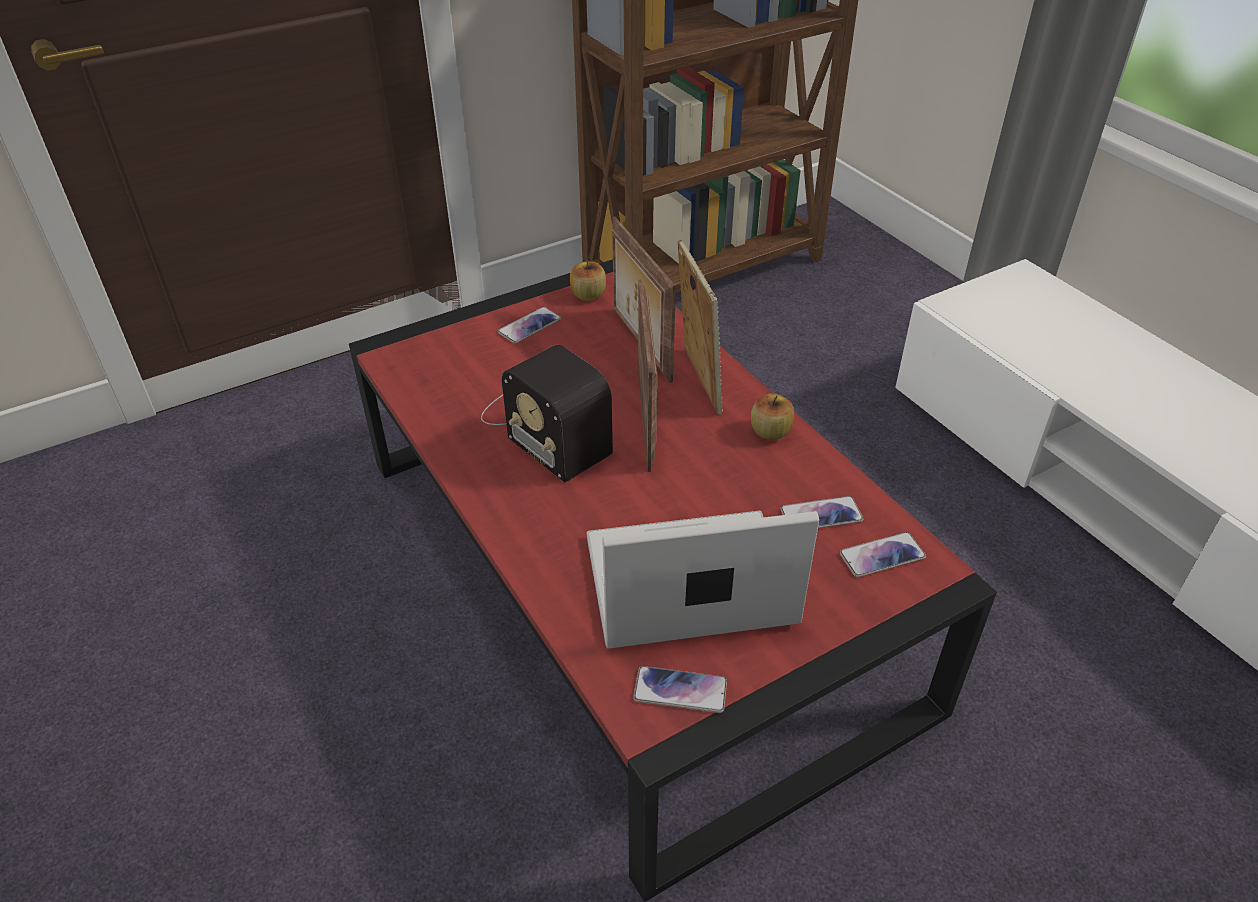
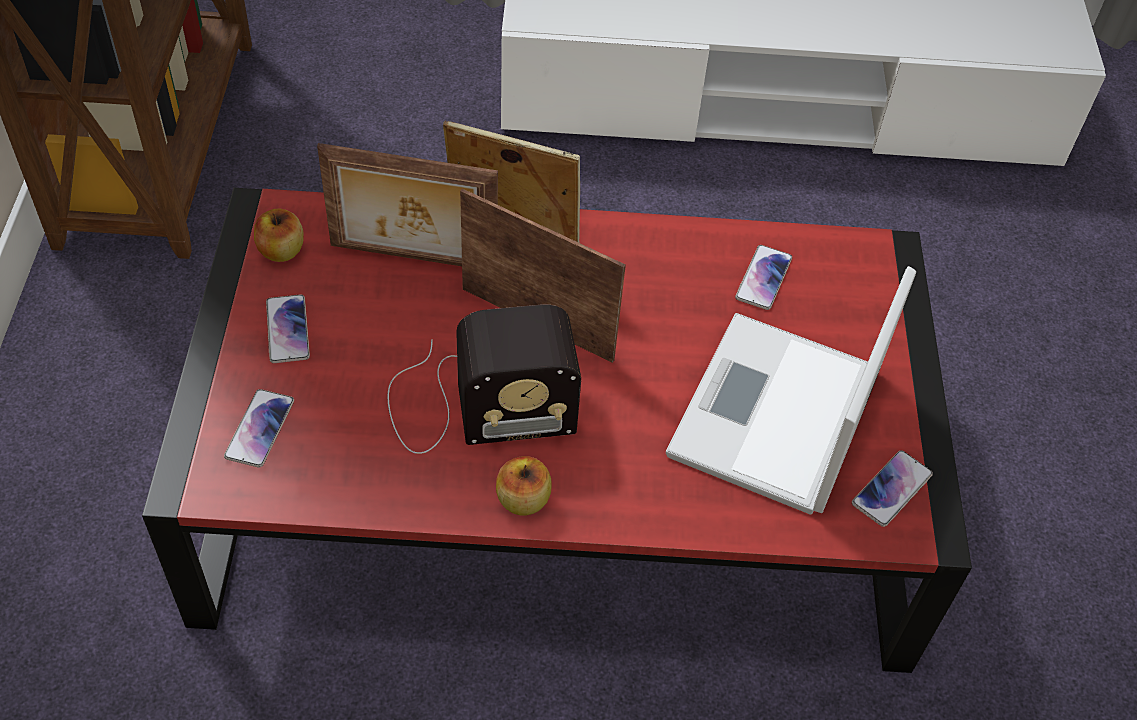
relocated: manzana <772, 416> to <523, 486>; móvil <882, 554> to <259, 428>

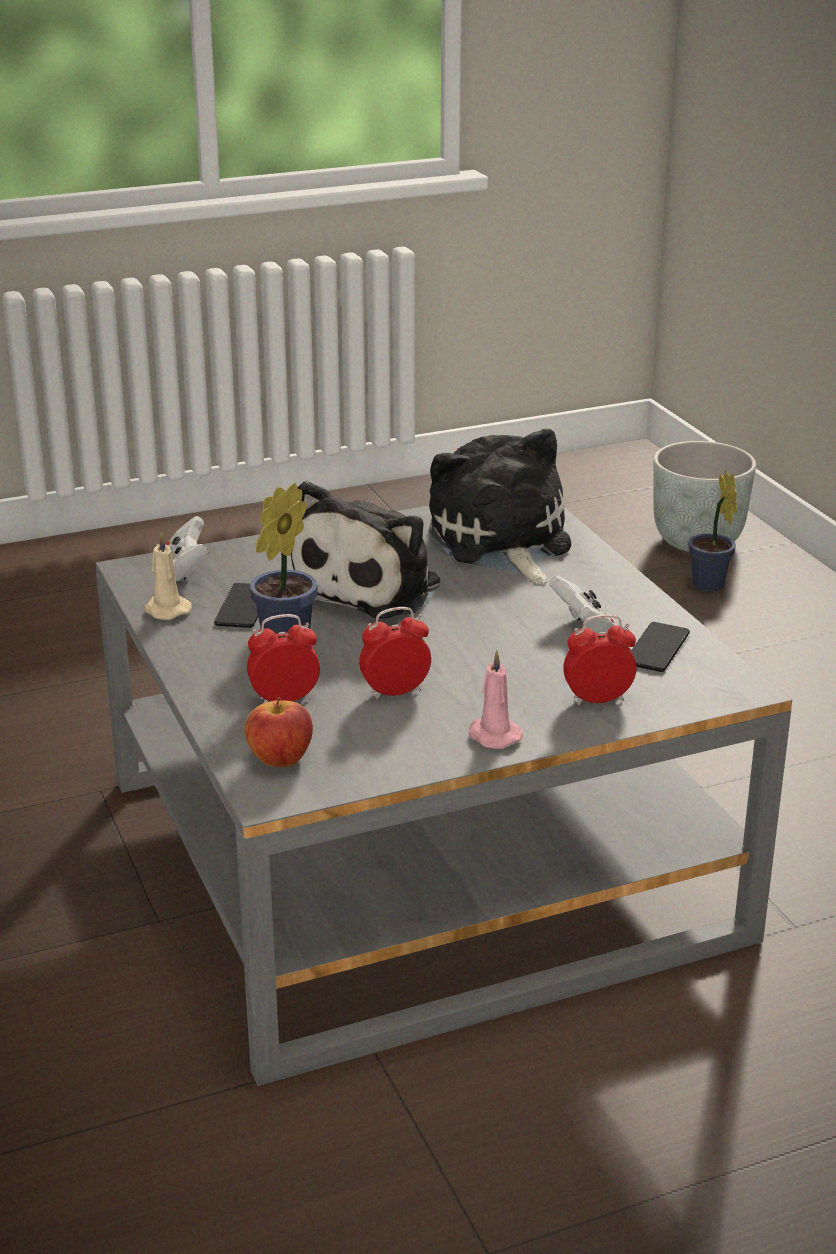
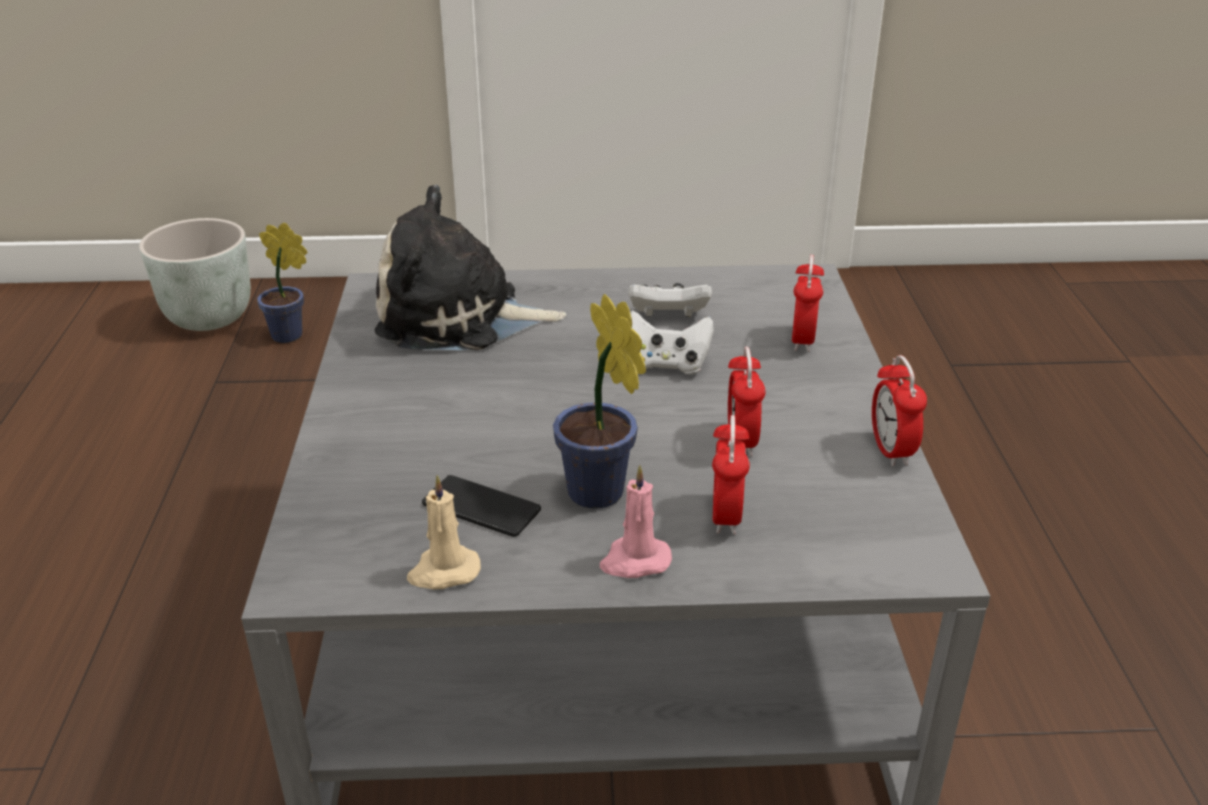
missing: manzana <278, 732>; peluche <365, 550>; móvil <660, 647>
appeared: despertador <899, 410>
relocated: mando de consola/blanco <187, 548> to <672, 343>; vela/rosa <495, 699> to <636, 521>

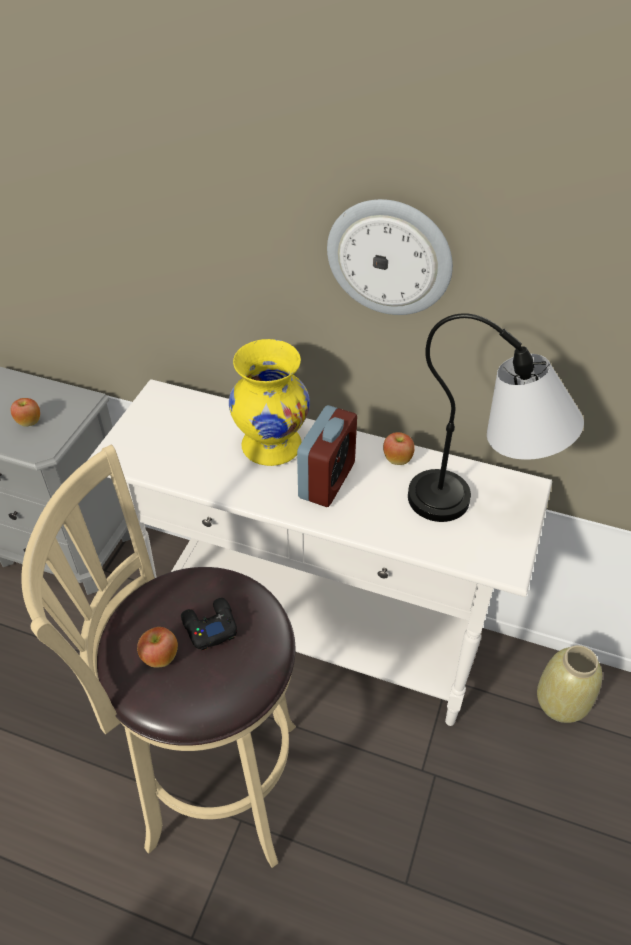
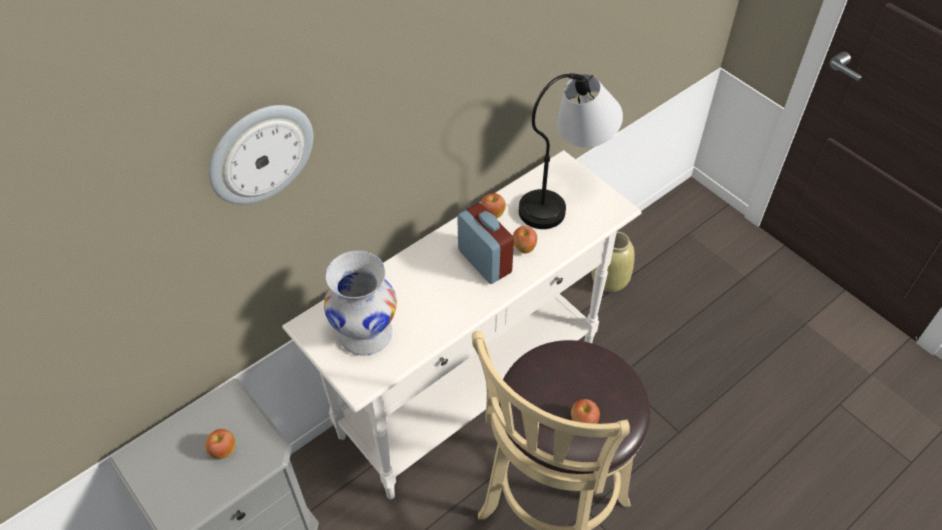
missing: mando de consola/negro <209, 624>; florero/amarillo <269, 402>
appeared: florero/blanco <360, 303>; manzana <525, 240>
relocated: reloj de pared <390, 257> to <261, 155>

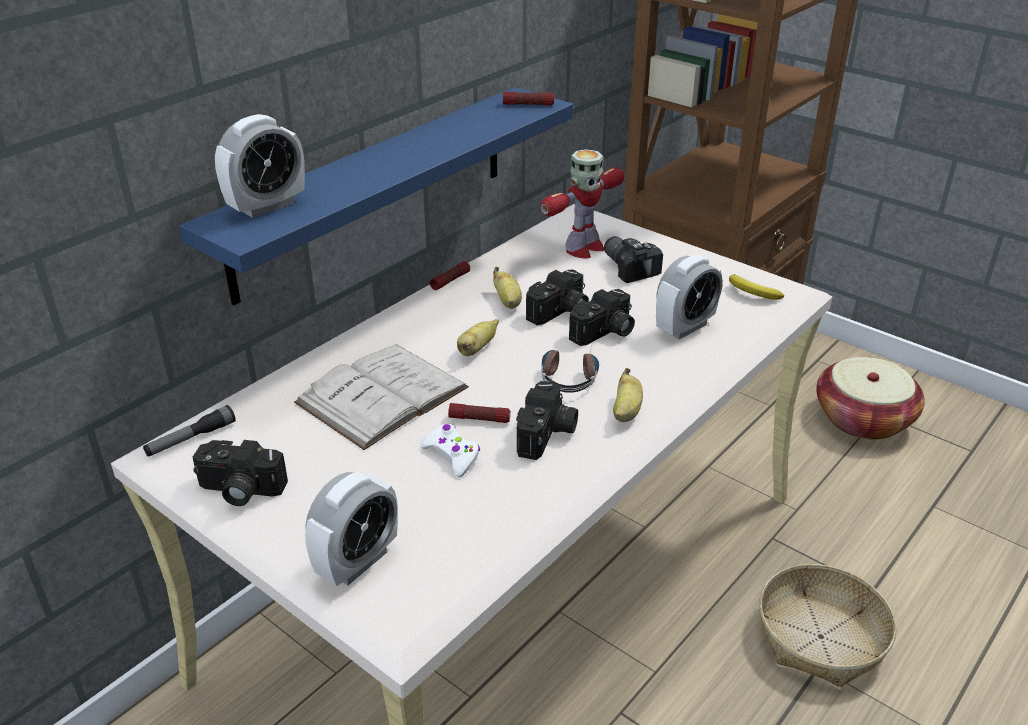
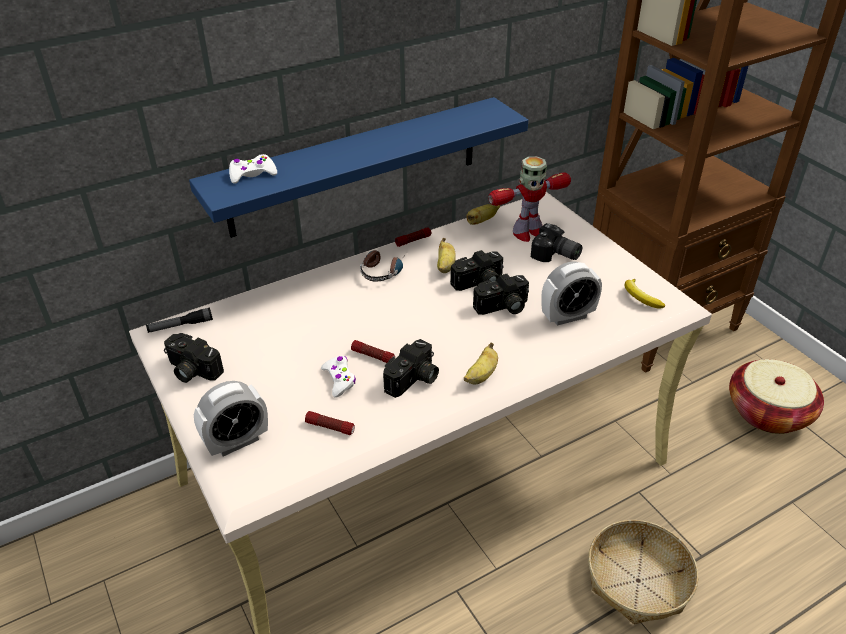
missing: libro/blanco <381, 397>
relocated: plátano <478, 337> to <483, 214>; linterna <528, 98> to <330, 423>; auriculares <570, 368> to <384, 266>
exchanged: despertador <260, 166> to mando de consola/blanco <253, 169>
spun: cámara <633, 259> = <556, 242> 135 degrees clockwise

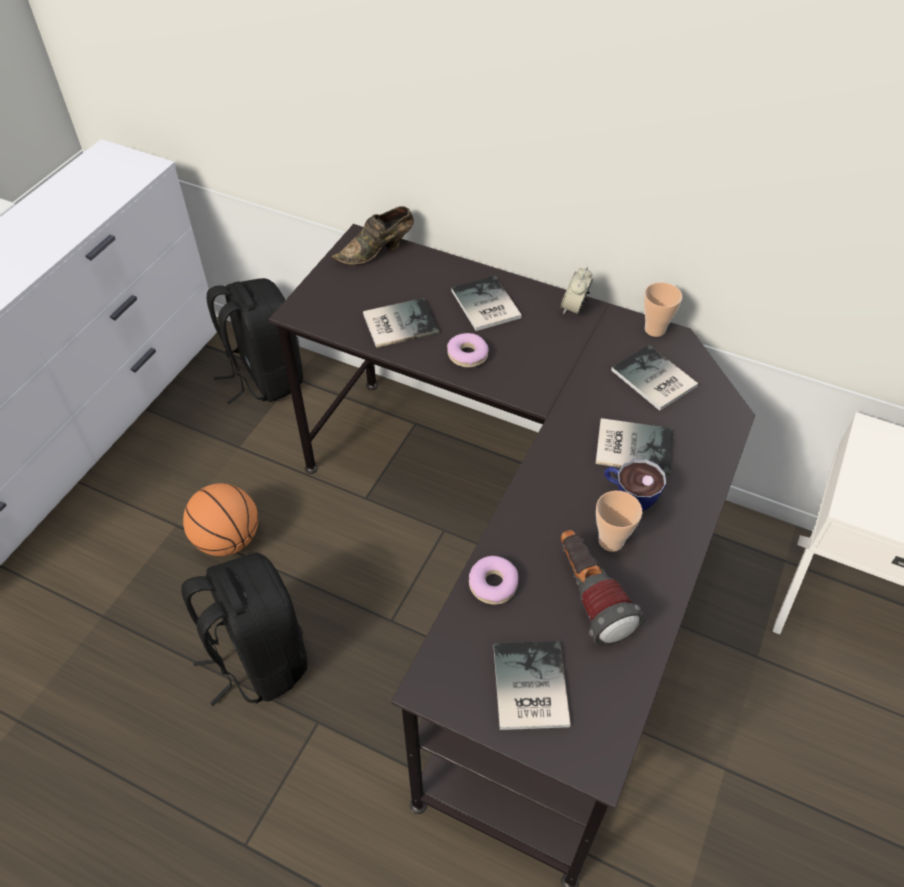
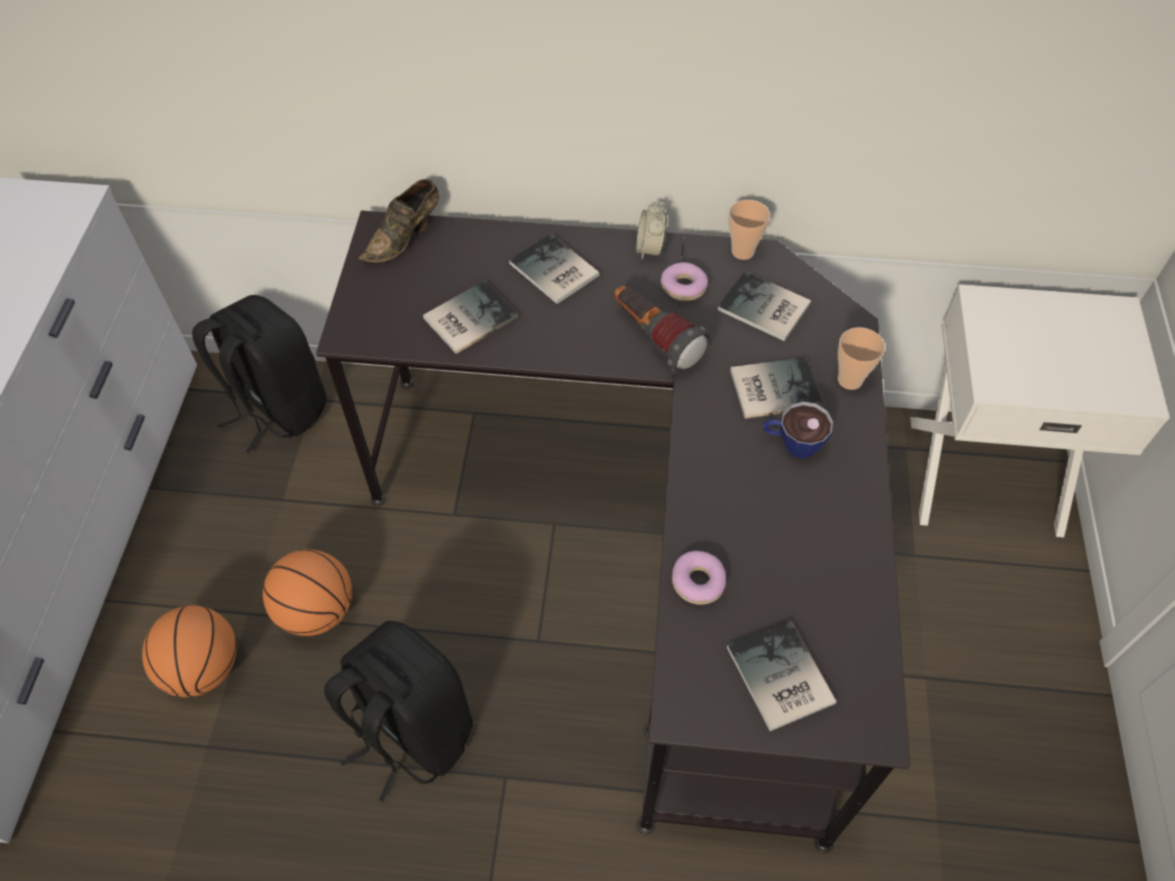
appeared: balón de baloncesto <189, 651>
relocated: rosquilla <468, 350> to <684, 281>; linterna <603, 588> to <662, 330>; taza <619, 521> to <861, 358>

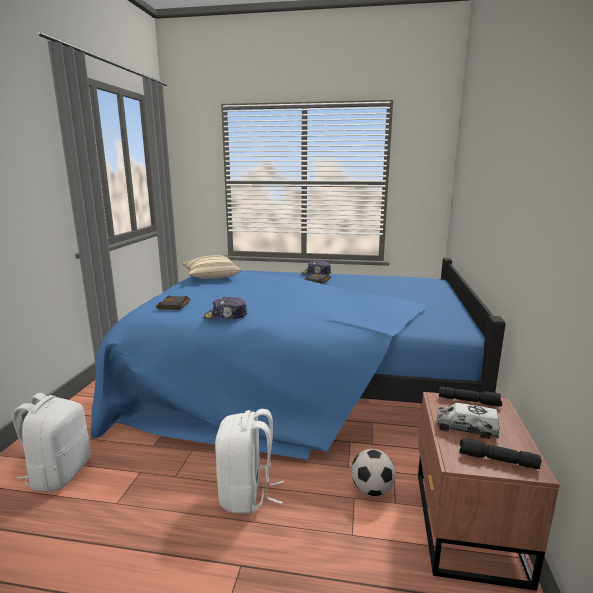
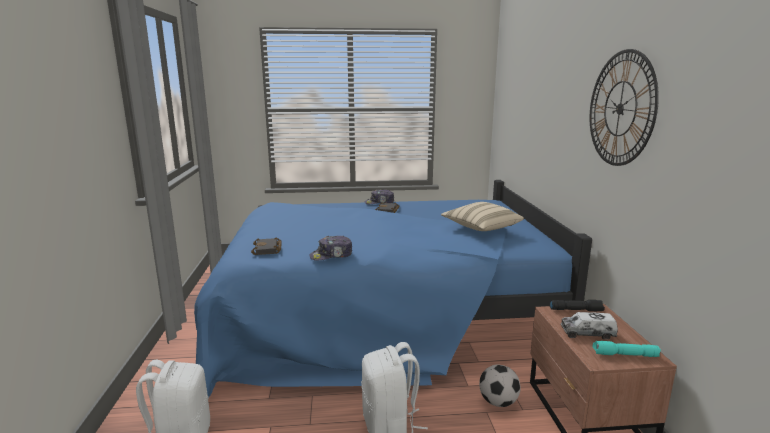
appeared: reloj de pared <624, 107>
relocated: cojín/beis <212, 267> to <482, 216>
colour: linterna/negro <500, 453> to linterna/turquesa <627, 349>

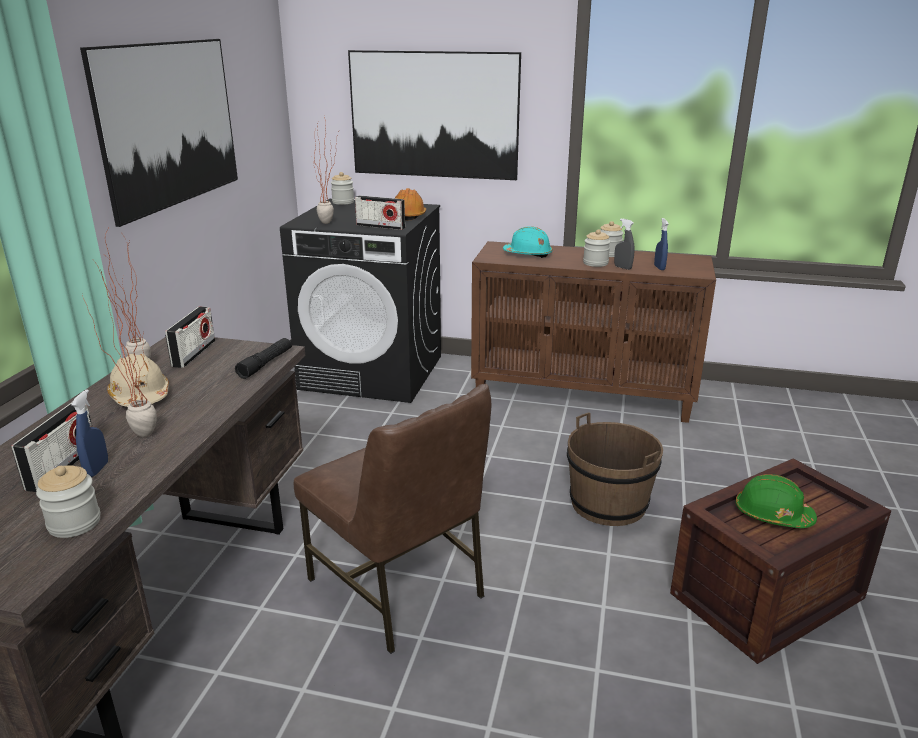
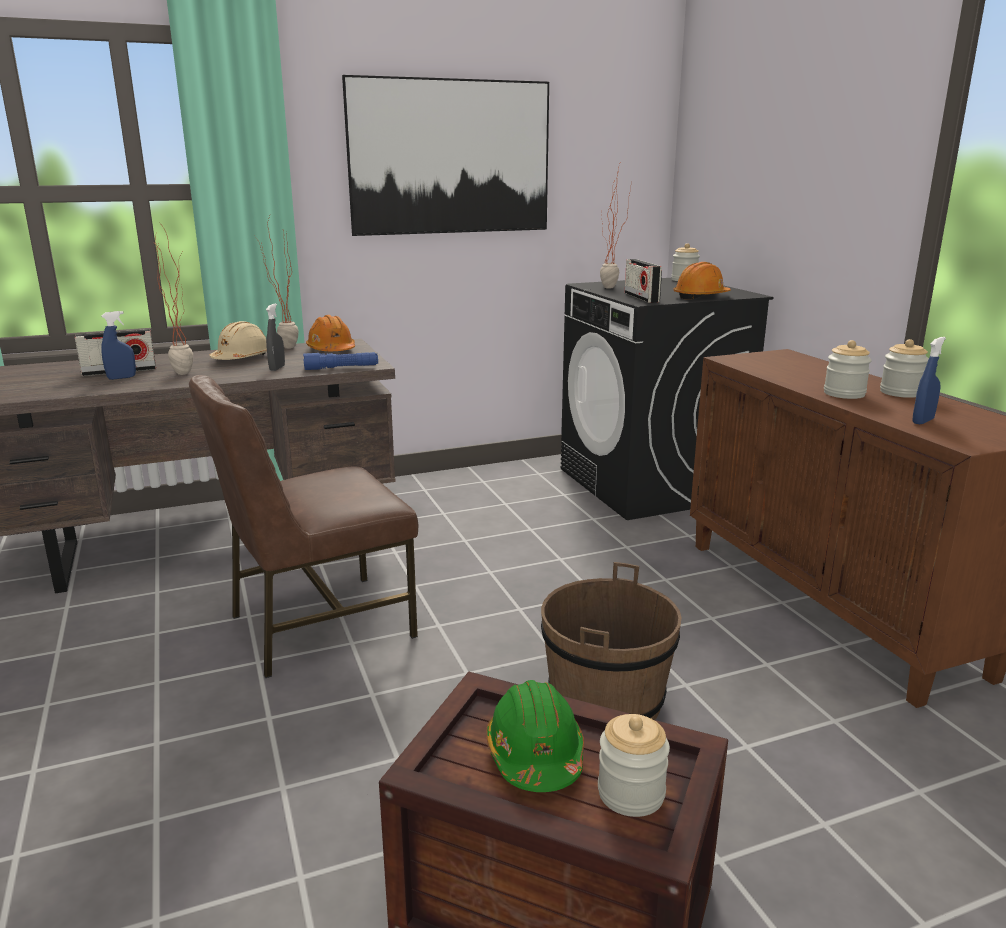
missing: cuadro <434, 115>; casco/turquesa <528, 242>
relocated: tarro <68, 501> to <634, 765>; pulverizador/gris <624, 244> to <275, 337>
exchanged: radio <190, 337> to casco/naranja <330, 333>
colour: linterna/negro <263, 358> to linterna/azul <340, 361>
spun: silla/marrón <392, 519> = <303, 526> 45 degrees clockwise

